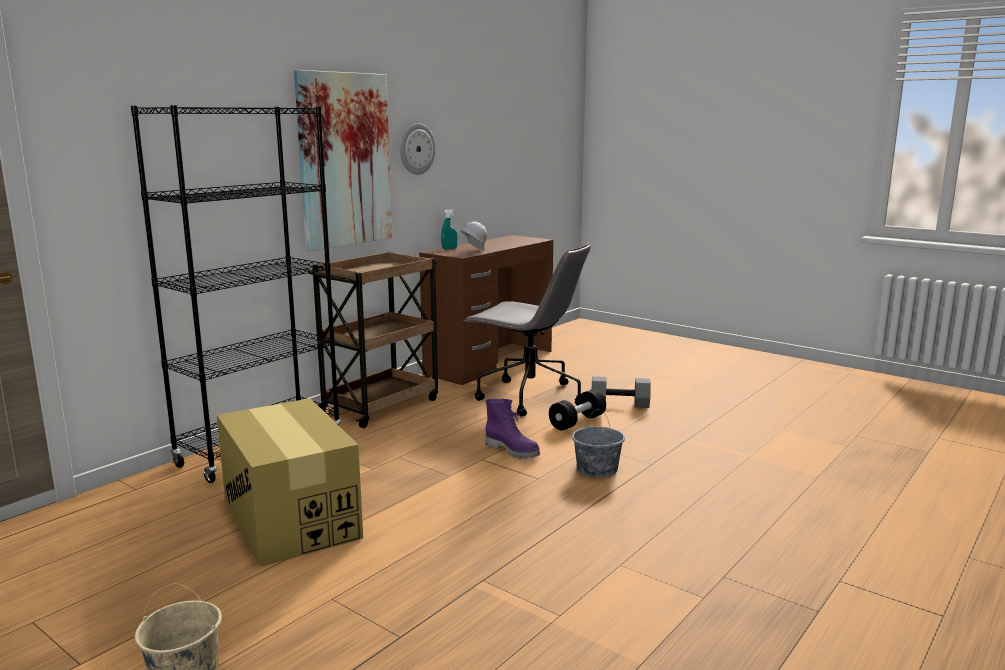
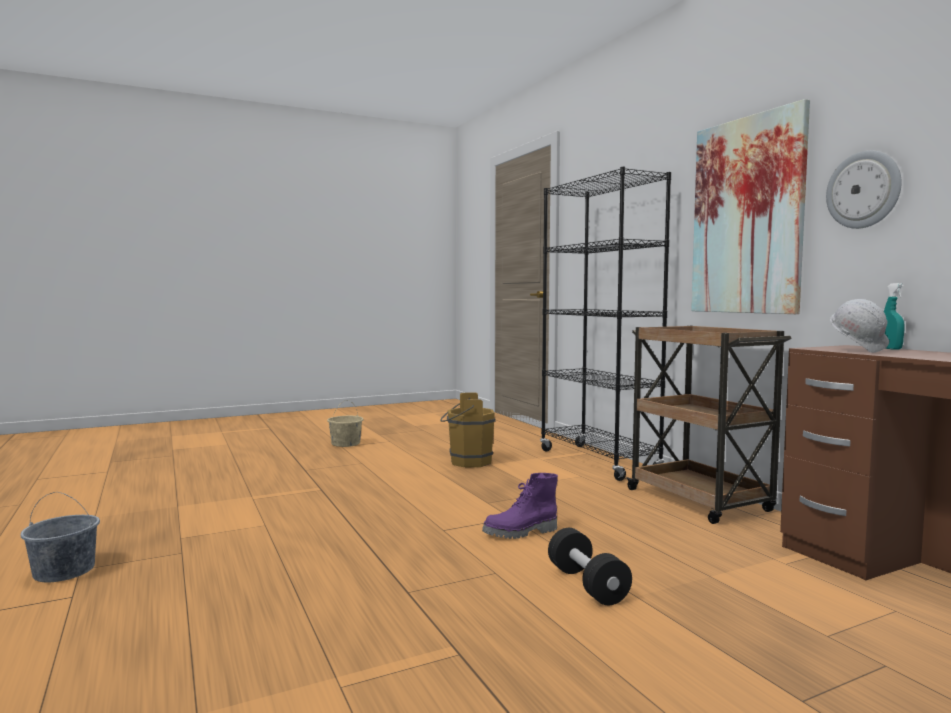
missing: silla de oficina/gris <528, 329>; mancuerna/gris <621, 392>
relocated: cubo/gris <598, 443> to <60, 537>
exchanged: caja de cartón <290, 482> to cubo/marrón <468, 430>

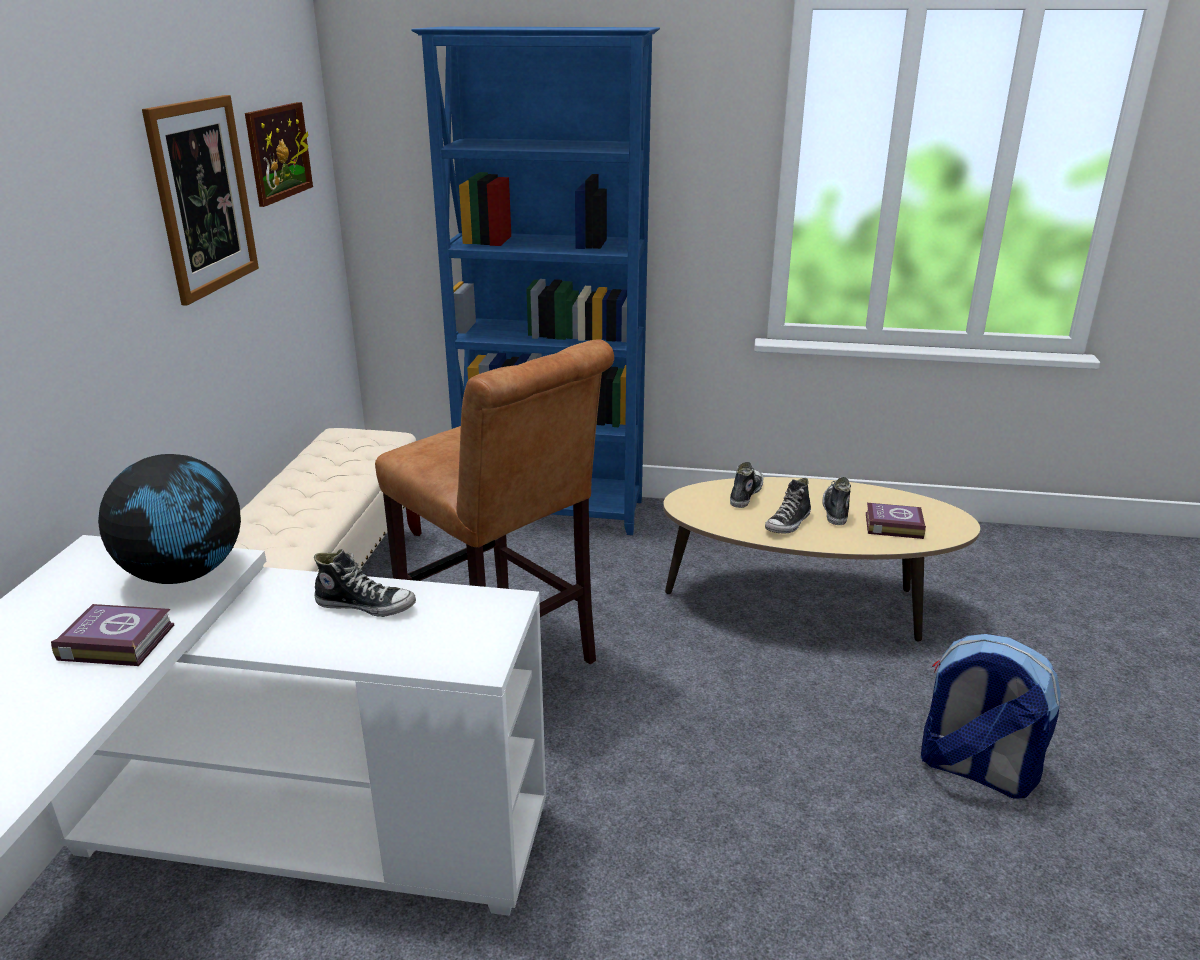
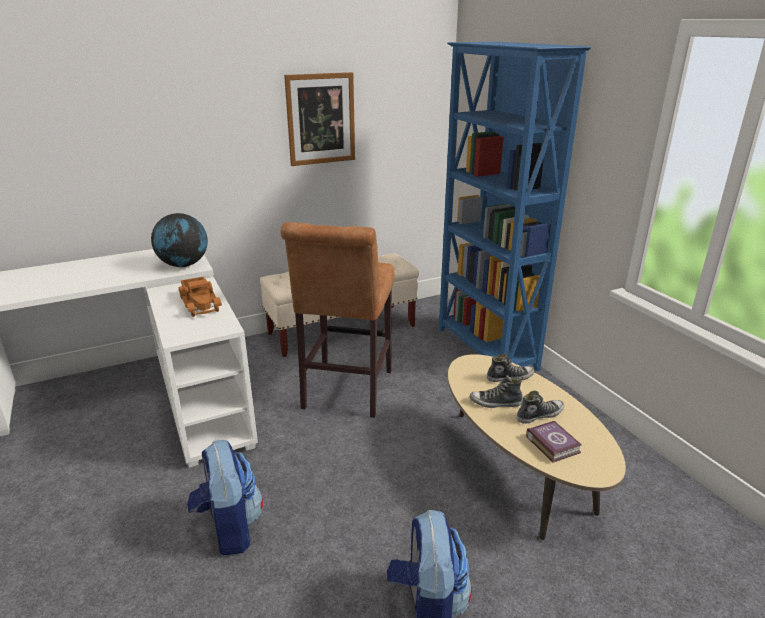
missing: libro <112, 635>; cuadro <279, 154>
appeared: mochila <225, 497>
exchanged: zapato <365, 583> to camión de juguete <200, 296>

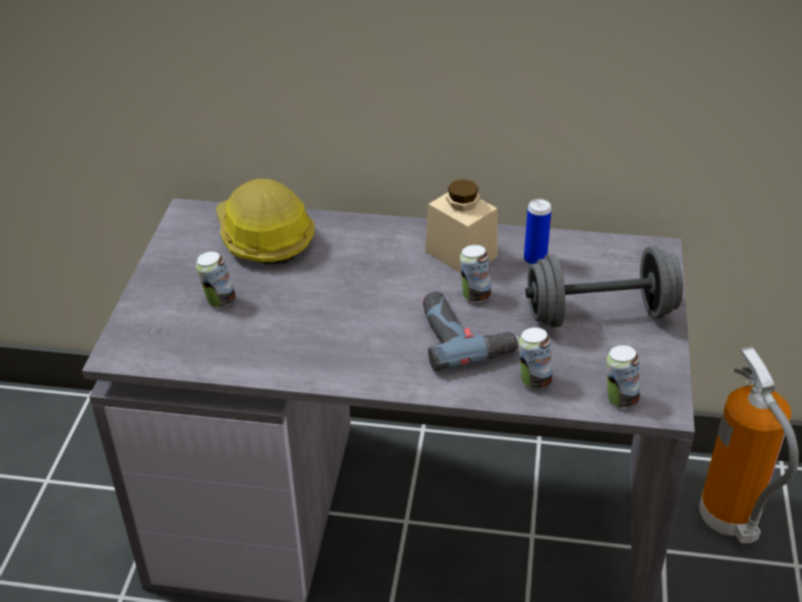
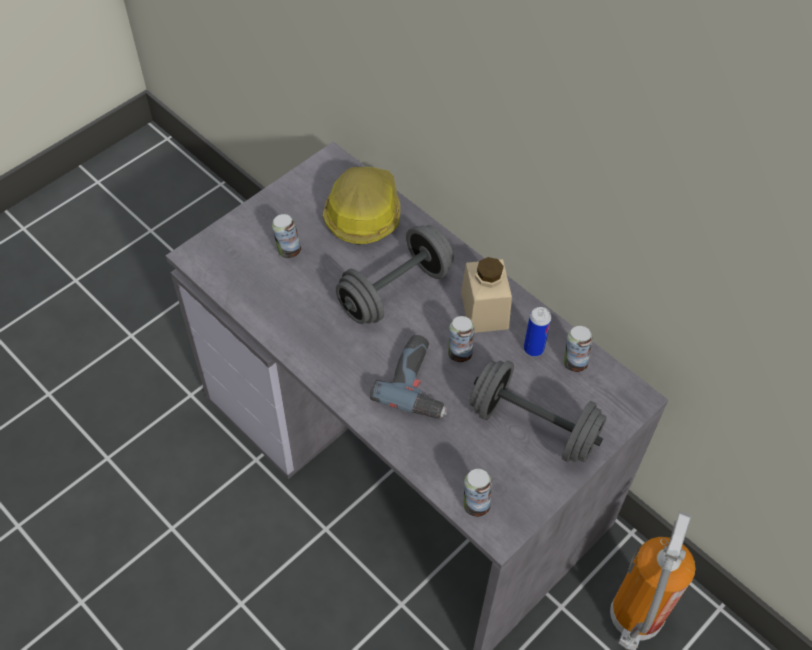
appeared: mancuerna/gris <395, 274>
relocated: lata <535, 358> to <578, 349>

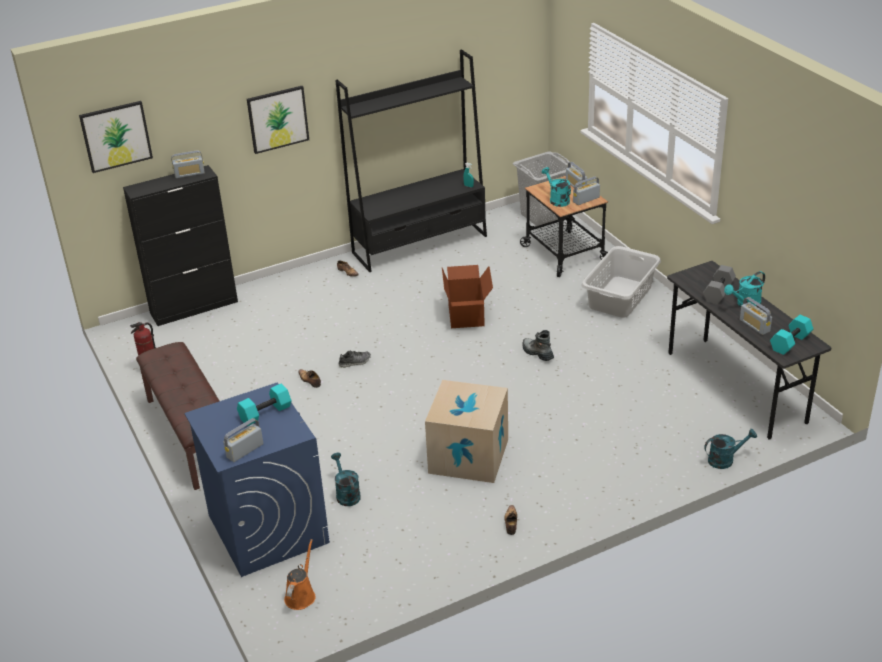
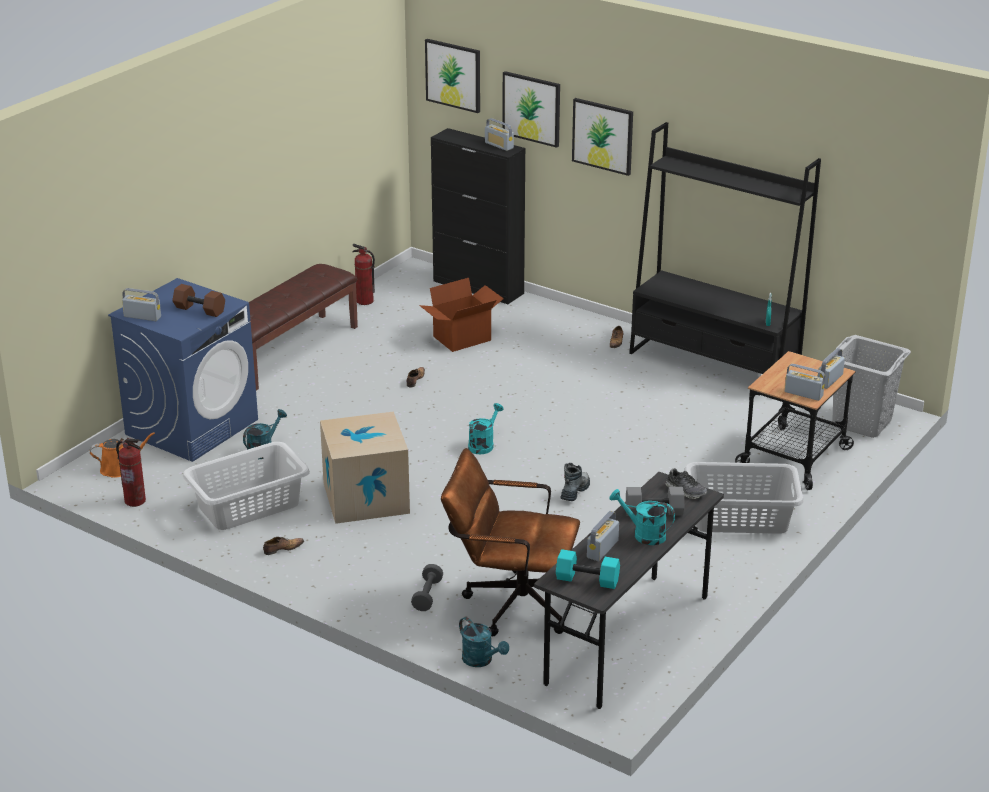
appeared: extintor <131, 472>; cesto de la ropa/blanco <246, 486>; mancuerna/gris <427, 587>; silla de oficina/marrón <510, 542>; cuadro <531, 109>
relocated: zapato <354, 359> to <686, 483>; caja de cartón <467, 296> to <461, 315>; regadera/turquesa <556, 187> to <486, 428>
colour: mancuerna/turquesa <264, 405> to mancuerna/marrón <198, 300>

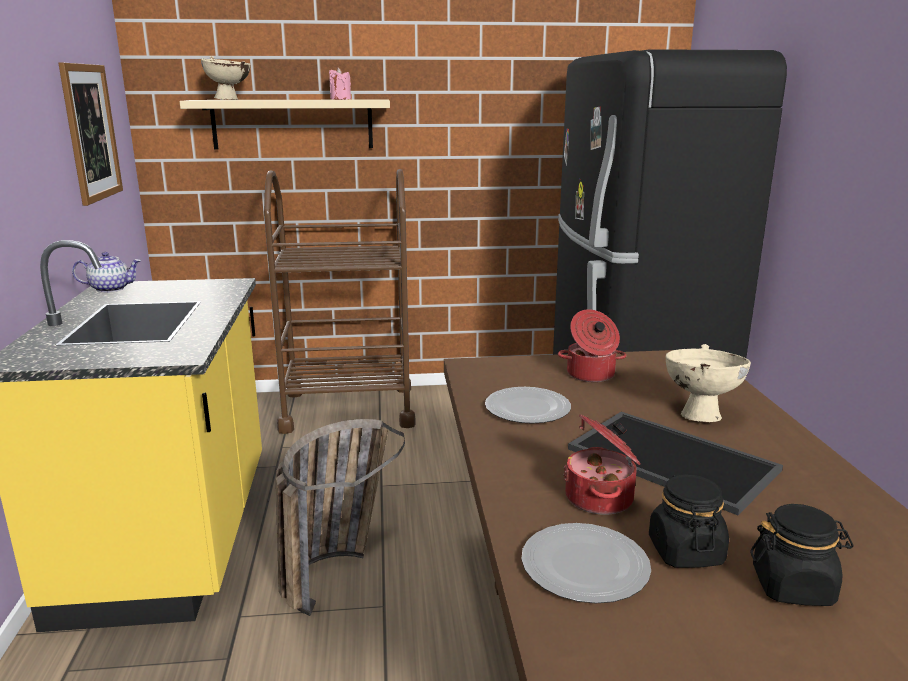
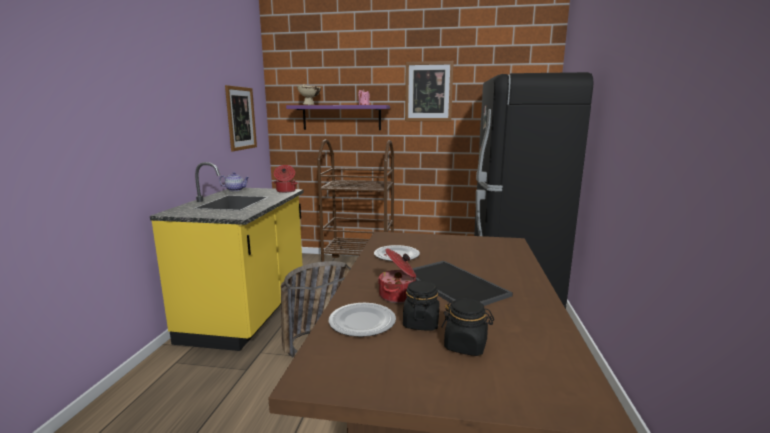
missing: cuenco/beis <708, 383>
appeared: cuadro <429, 91>
relocated: olla <592, 345> to <285, 179>
colour: estante/beis <285, 124> to estante/morado <338, 117>

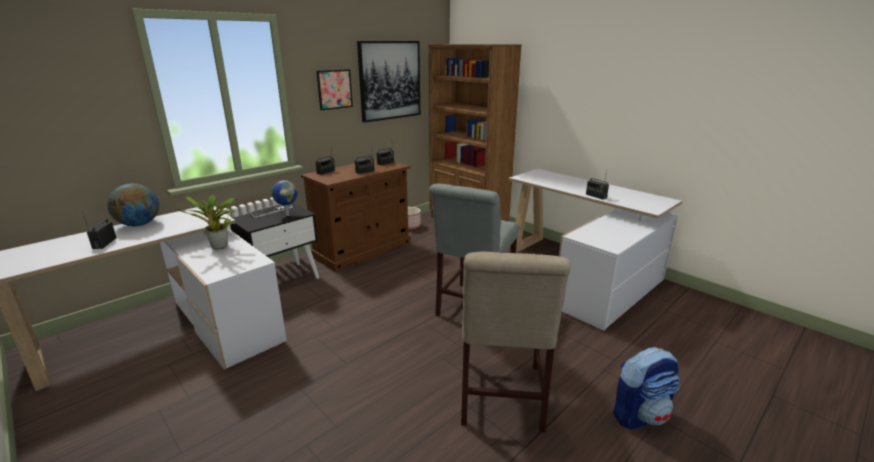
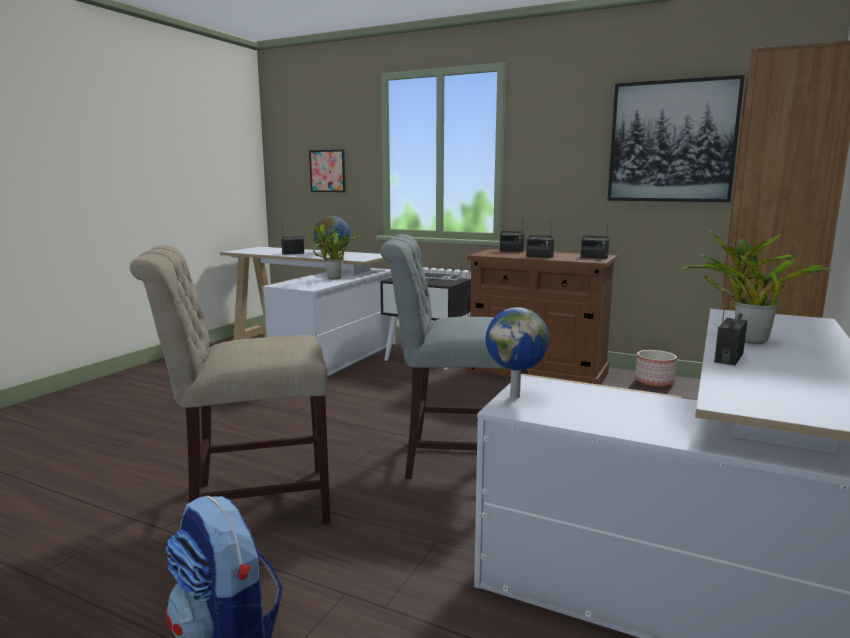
appeared: planta en maceta <757, 287>
relocated: globo terráqueo <285, 198> to <517, 352>; cuadro <334, 89> to <327, 171>

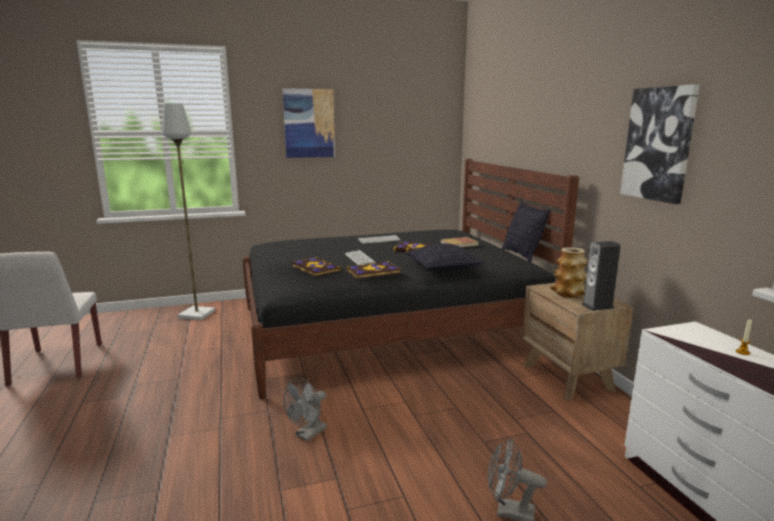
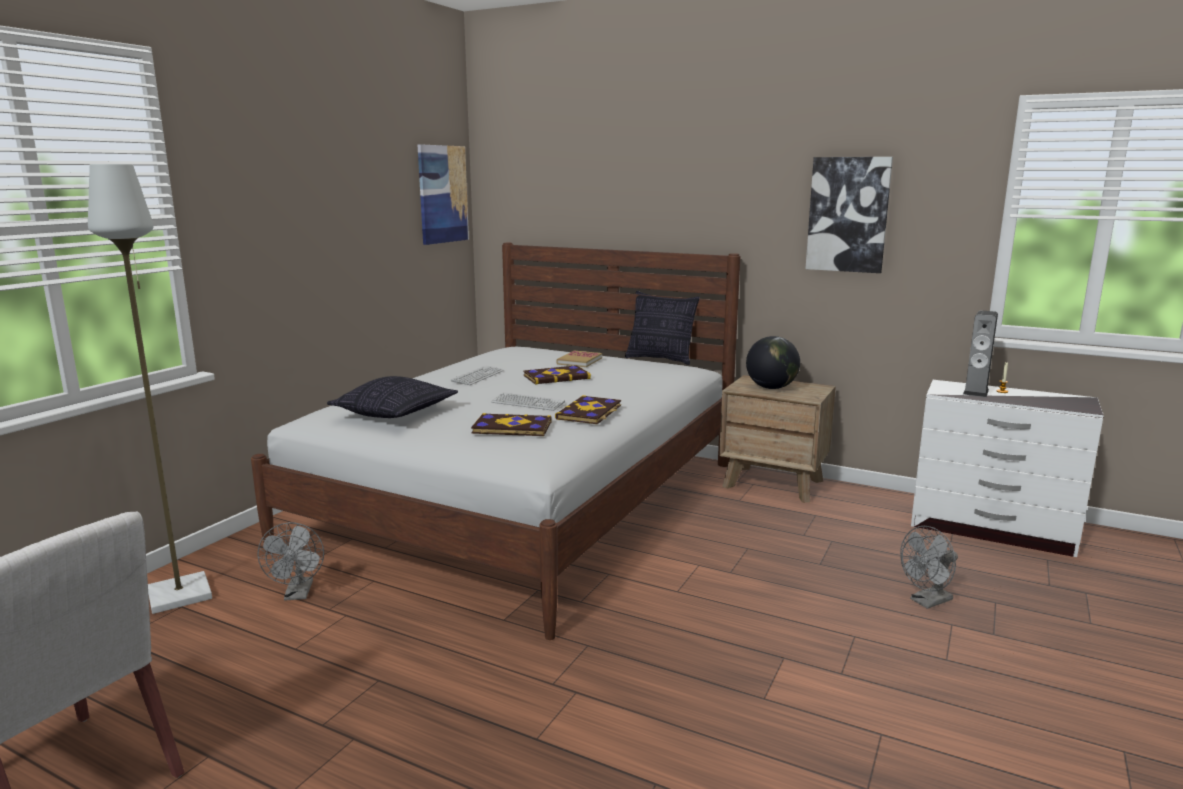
relocated: cuadro <309, 123> to <443, 194>; ventilador/gris <305, 409> to <290, 561>; cojín <444, 256> to <392, 397>; altavoz <601, 276> to <980, 353>
exchanged: florero <569, 272> to globo terráqueo <773, 362>
colour: cama/negro <411, 279> to cama/blanco <496, 441>

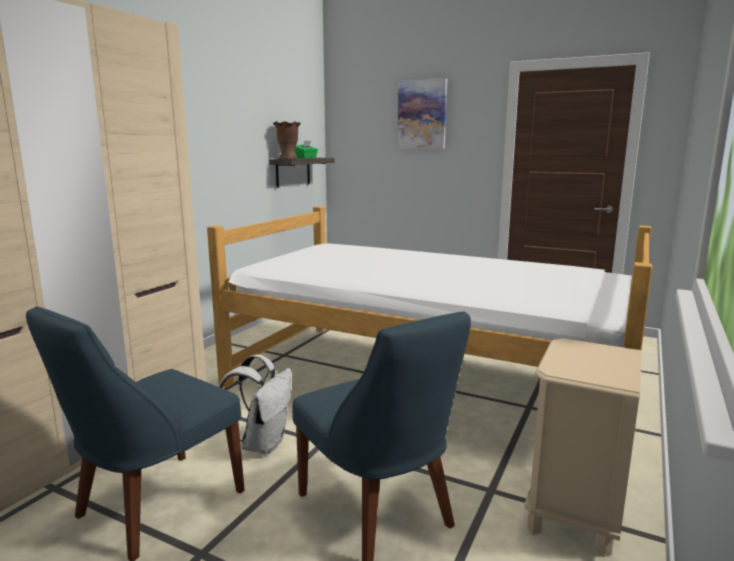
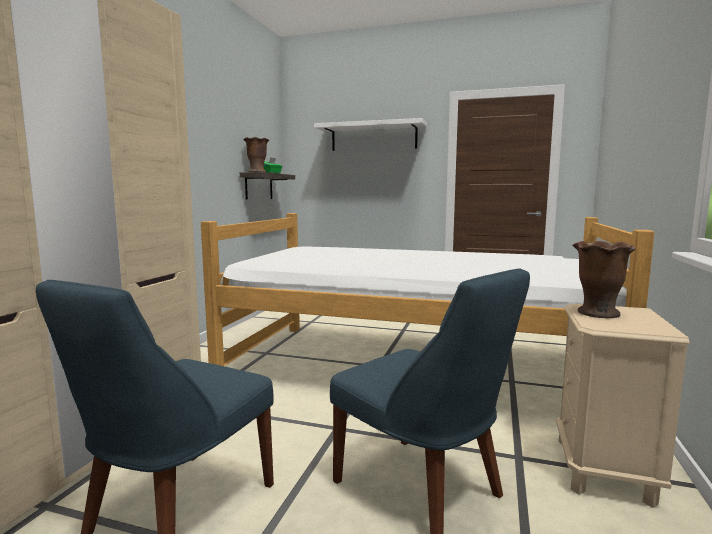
missing: mochila/blanco <255, 404>
appeared: florero/marrón <604, 279>
exchanged: cuadro <422, 113> to estante/blanco <370, 134>

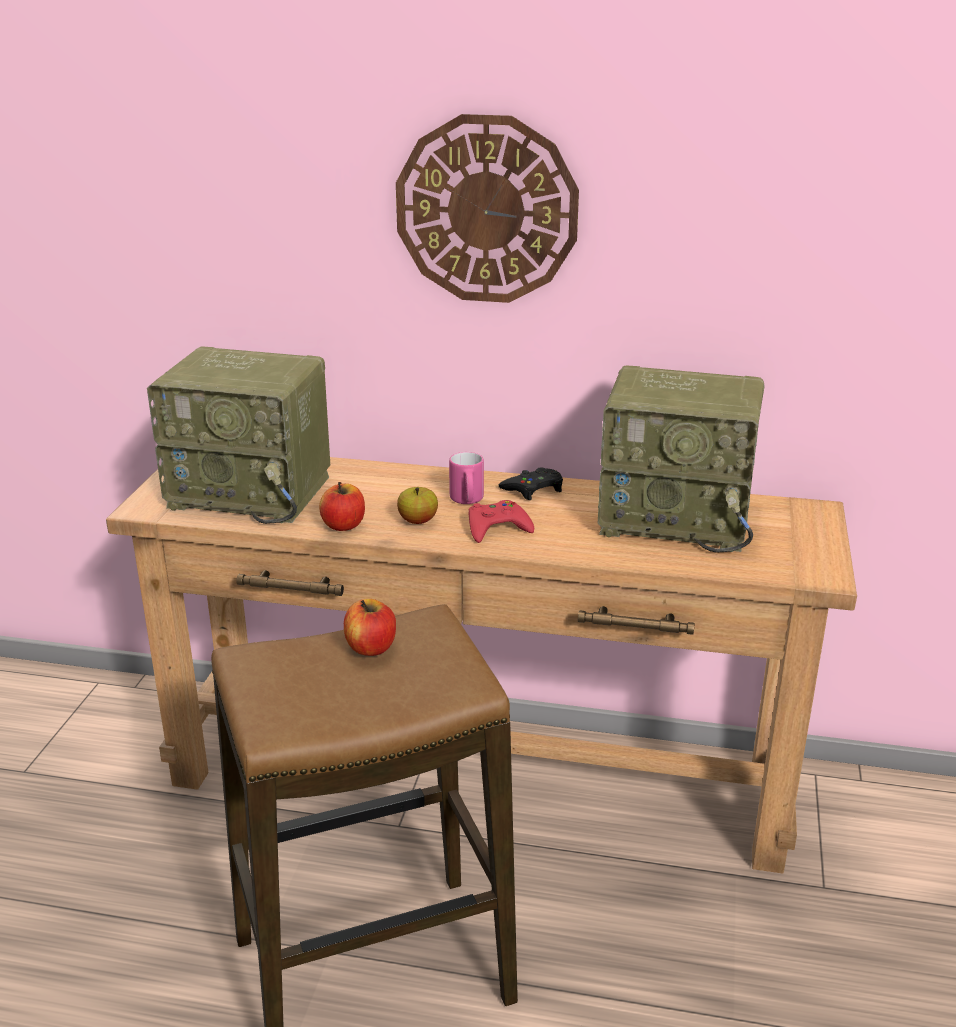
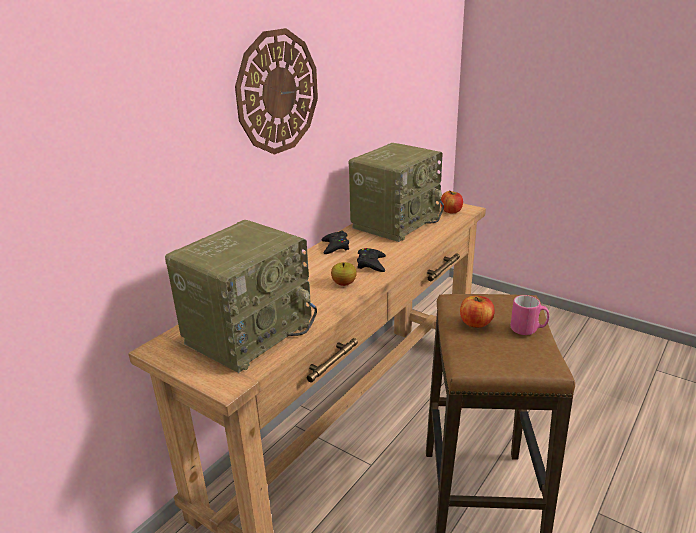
relocated: manzana <342, 506> to <451, 201>; taza grande/rosa <466, 478> to <530, 315>
colour: mando de consola/rojo <501, 521> to mando de consola/negro <371, 260>

